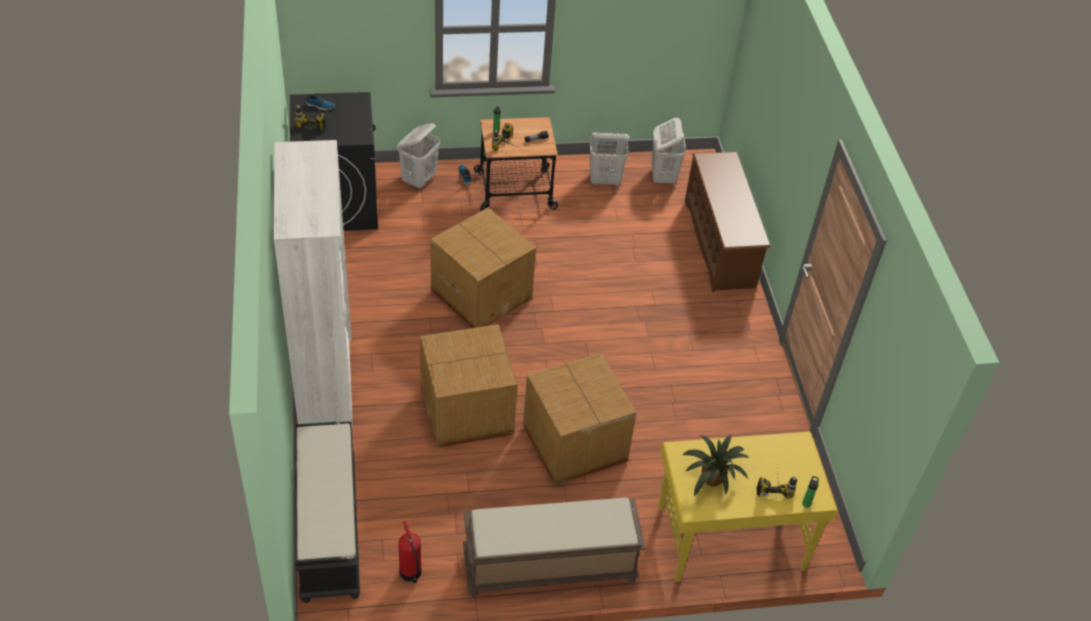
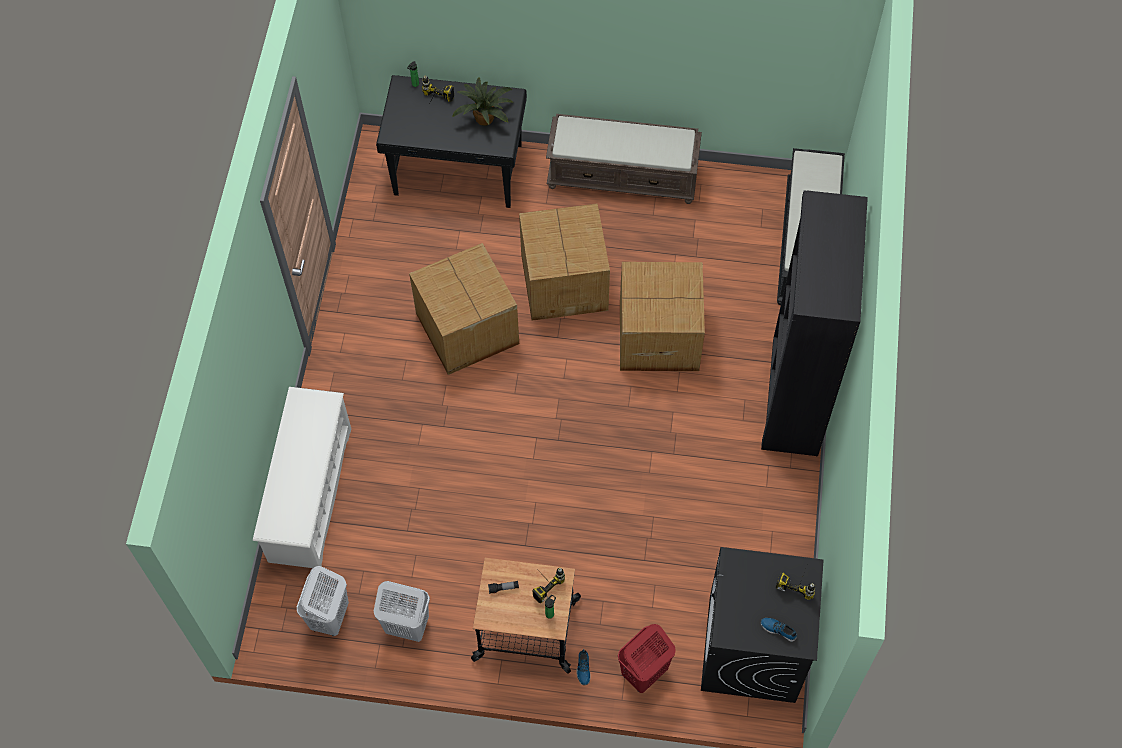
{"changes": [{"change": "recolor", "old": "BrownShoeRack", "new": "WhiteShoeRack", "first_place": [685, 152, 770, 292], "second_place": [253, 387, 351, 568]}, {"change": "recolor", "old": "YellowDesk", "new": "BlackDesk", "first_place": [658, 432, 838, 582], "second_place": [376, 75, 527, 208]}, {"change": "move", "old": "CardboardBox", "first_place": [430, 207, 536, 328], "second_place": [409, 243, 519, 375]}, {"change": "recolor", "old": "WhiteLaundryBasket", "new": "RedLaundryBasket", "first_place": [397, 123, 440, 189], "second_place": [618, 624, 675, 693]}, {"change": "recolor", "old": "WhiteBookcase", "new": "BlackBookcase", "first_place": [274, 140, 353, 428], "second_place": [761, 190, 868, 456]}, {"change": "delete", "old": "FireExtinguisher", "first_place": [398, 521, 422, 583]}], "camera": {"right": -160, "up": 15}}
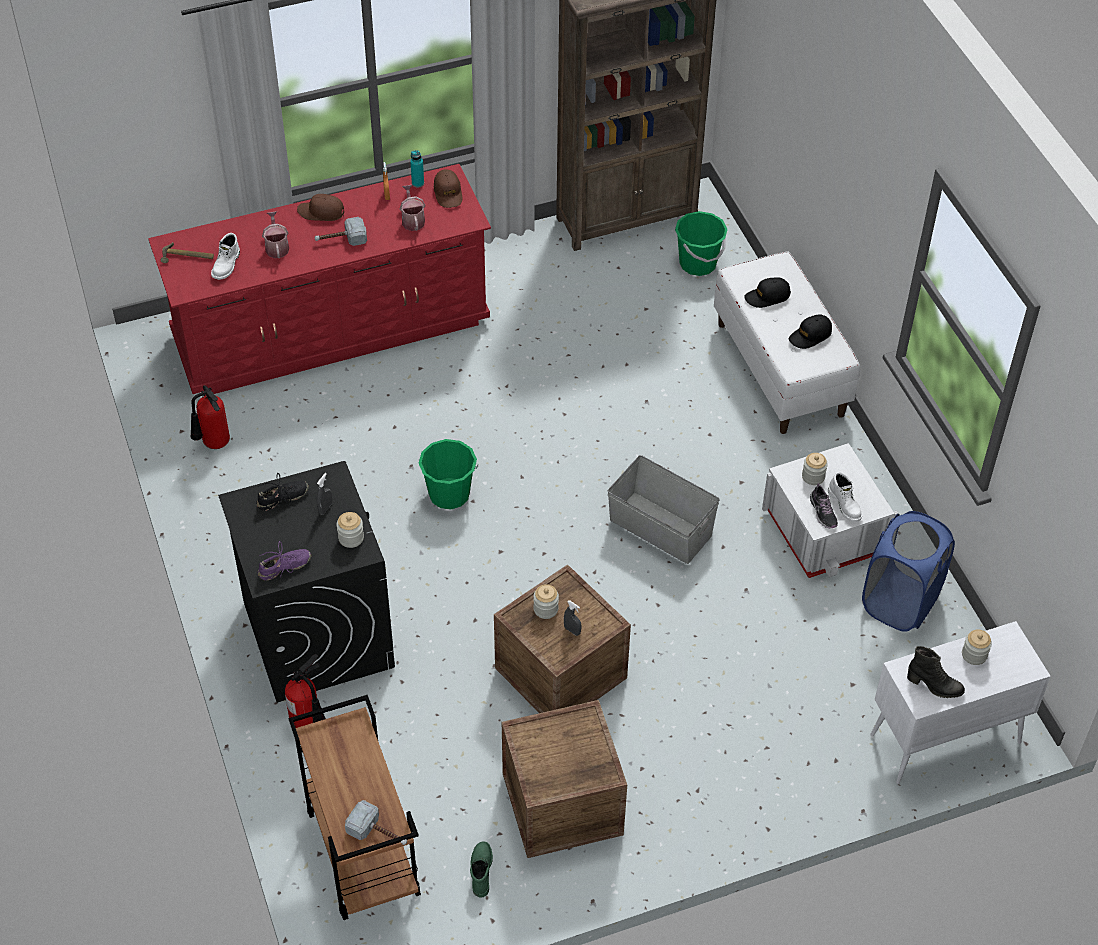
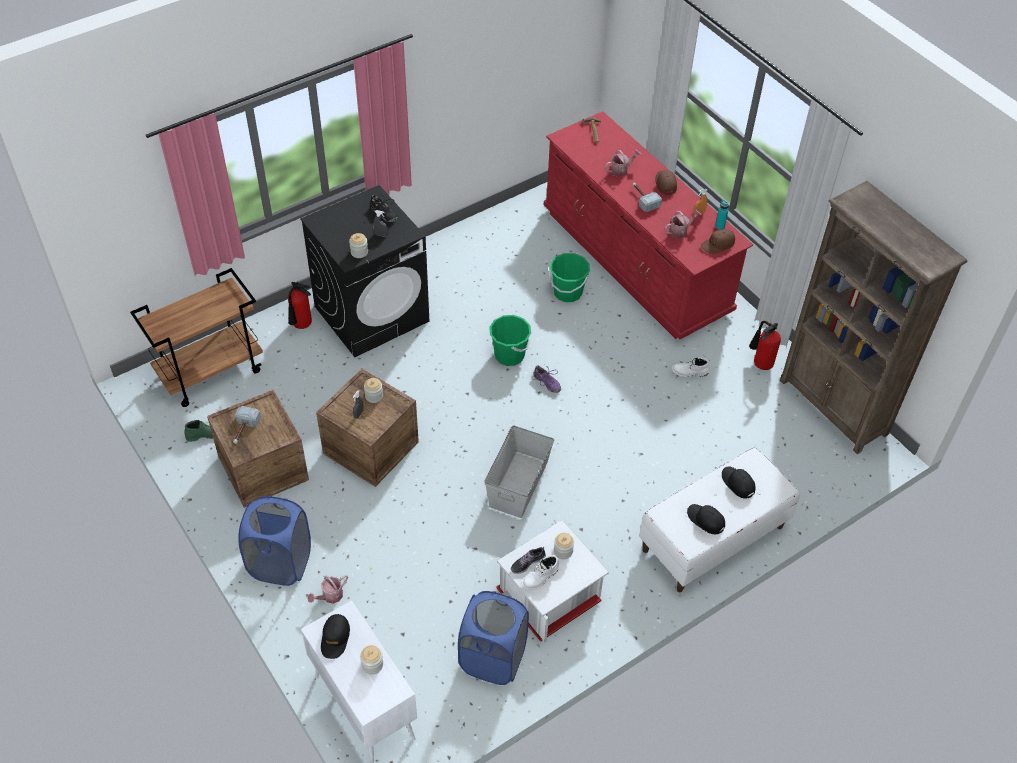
{"changes": [{"change": "move", "old": "Hammer", "first_place": [345, 800, 407, 845], "second_place": [233, 406, 261, 444]}, {"change": "insert", "new": "BlueLaundryBasket", "second_place": [238, 496, 311, 586]}, {"change": "insert", "new": "WateringCan", "second_place": [307, 575, 348, 604]}, {"change": "replace", "old": "BlackBoot", "new": "BlackCap", "first_place": [907, 646, 965, 698], "second_place": [321, 614, 350, 659]}, {"change": "move", "old": "PurpleShoe", "first_place": [258, 541, 311, 581], "second_place": [533, 364, 561, 393]}, {"change": "move", "old": "GreenBucket", "first_place": [675, 211, 728, 276], "second_place": [549, 253, 590, 302]}, {"change": "move", "old": "WhiteBoot", "first_place": [211, 233, 240, 280], "second_place": [672, 357, 709, 377]}, {"change": "move", "old": "FireExtinguisher", "first_place": [190, 385, 230, 449], "second_place": [749, 321, 781, 370]}], "camera": {"right": 75, "up": 0}}
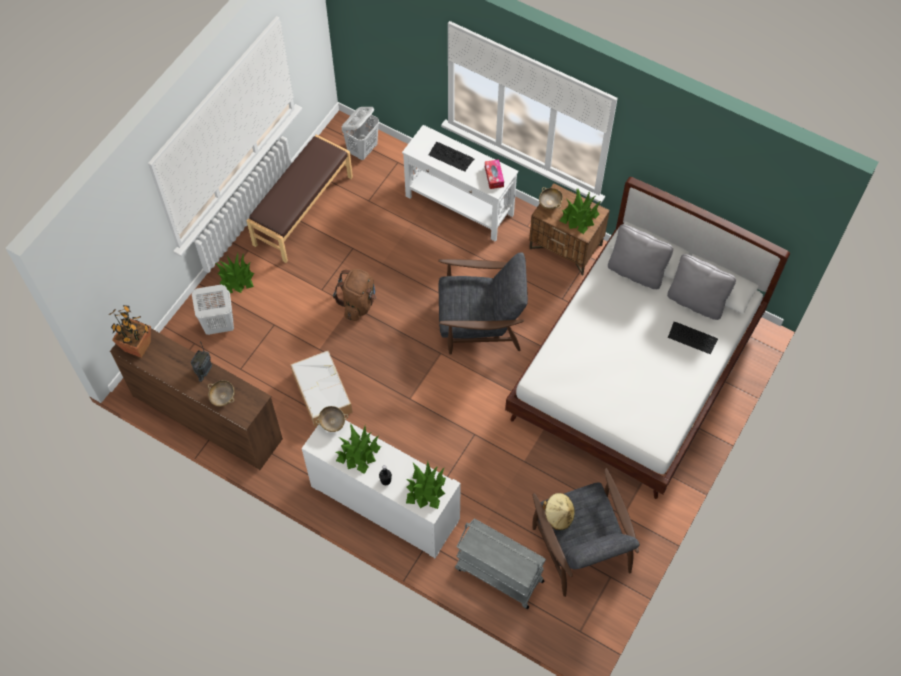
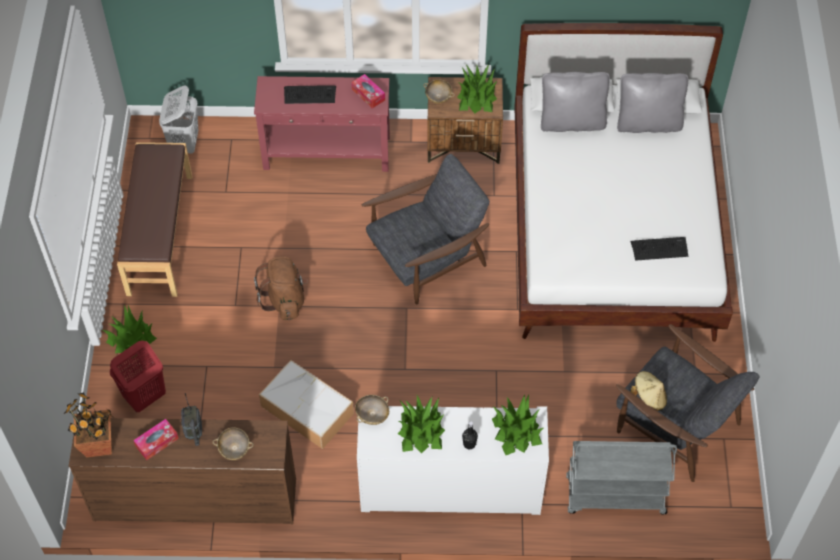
{"changes": [{"change": "recolor", "old": "WhiteLaundryBasket", "new": "RedLaundryBasket", "first_place": [192, 285, 234, 335], "second_place": [110, 341, 166, 413]}, {"change": "insert", "new": "TissueBox", "second_place": [133, 419, 179, 460]}, {"change": "recolor", "old": "WhiteConsoleTable", "new": "RedConsoleTable", "first_place": [402, 125, 518, 242], "second_place": [254, 76, 390, 172]}, {"change": "move", "old": "Keyboard", "first_place": [668, 322, 718, 354], "second_place": [631, 237, 688, 261]}], "camera": {"right": -30, "up": -5}}
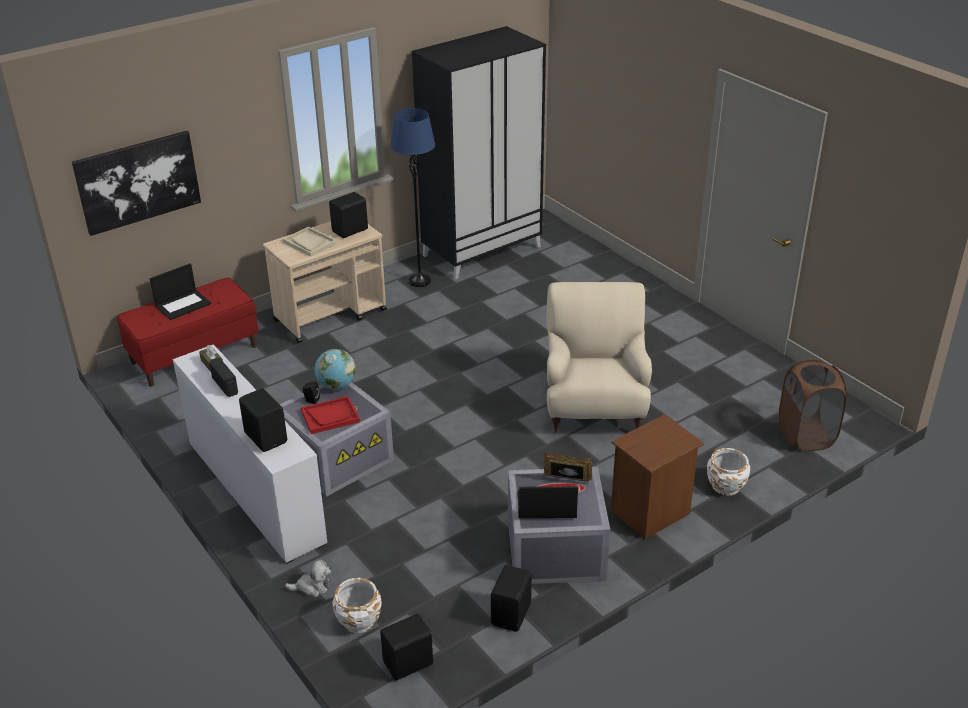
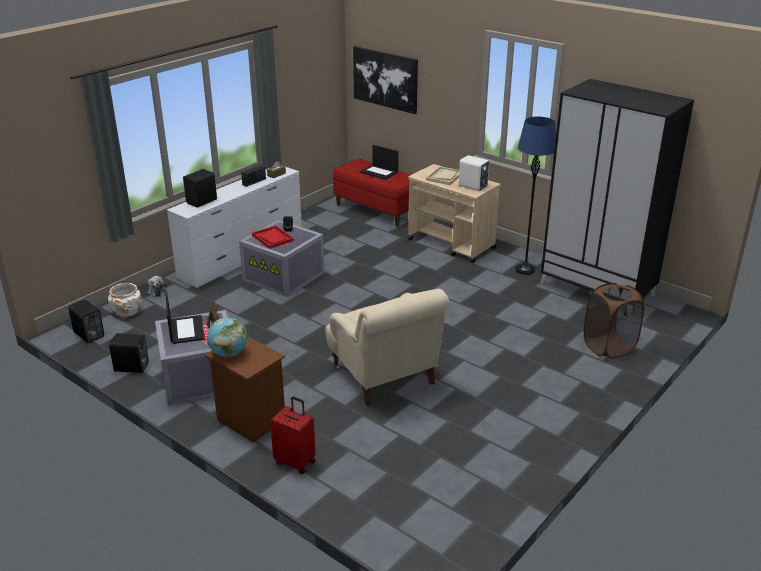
{"changes": [{"change": "move", "old": "Globe", "first_place": [315, 349, 356, 390], "second_place": [207, 317, 248, 357]}, {"change": "replace", "old": "WhitePlanter", "new": "RedSuitcase", "first_place": [707, 448, 750, 496], "second_place": [270, 397, 316, 475]}, {"change": "rotate", "old": "BeigeArmchair", "first_place": [546, 282, 652, 433], "second_place": [325, 289, 450, 406], "degrees": 75}, {"change": "recolor", "old": "BlackSpeaker", "new": "WhiteSpeaker", "first_place": [329, 192, 368, 238], "second_place": [459, 155, 489, 191]}, {"change": "move", "old": "BrownLaundryBasket", "first_place": [779, 360, 847, 451], "second_place": [584, 283, 644, 359]}], "camera": {"right": 75, "up": -5}}
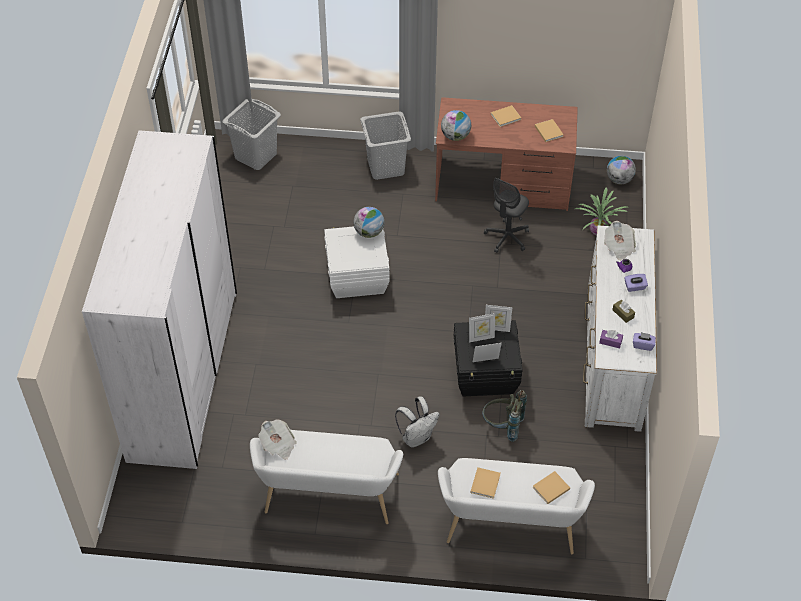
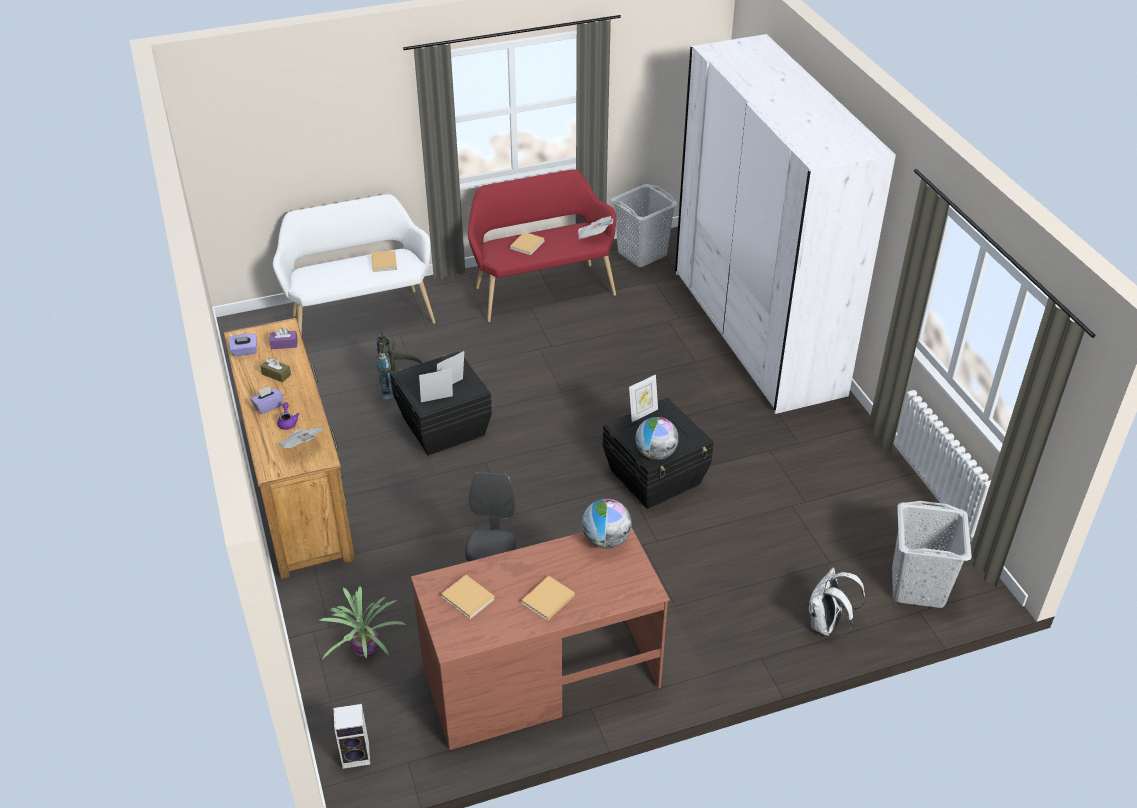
{"changes": [{"change": "recolor", "old": "WhiteDresser", "new": "BrownDresser", "first_place": [583, 225, 657, 432], "second_place": [223, 318, 355, 579]}, {"change": "replace", "old": "Globe", "new": "Speaker", "first_place": [607, 156, 636, 184], "second_place": [334, 704, 371, 769]}, {"change": "recolor", "old": "WhiteBench", "new": "RedBench", "first_place": [250, 430, 403, 524], "second_place": [468, 170, 616, 322]}, {"change": "move", "old": "BeigeBook", "first_place": [532, 471, 570, 504], "second_place": [510, 232, 545, 255]}, {"change": "recolor", "old": "WhiteStorageBox", "new": "BlackStorageBox", "first_place": [324, 226, 390, 298], "second_place": [603, 398, 714, 509]}, {"change": "move", "old": "GreyLaundryBasket", "first_place": [360, 111, 411, 180], "second_place": [611, 184, 679, 267]}, {"change": "move", "old": "PictureFrame", "first_place": [473, 343, 502, 362], "second_place": [629, 375, 658, 422]}, {"change": "move", "old": "WhiteBackpack", "first_place": [395, 396, 439, 448], "second_place": [809, 567, 865, 636]}], "camera": {"right": 155, "up": -10}}
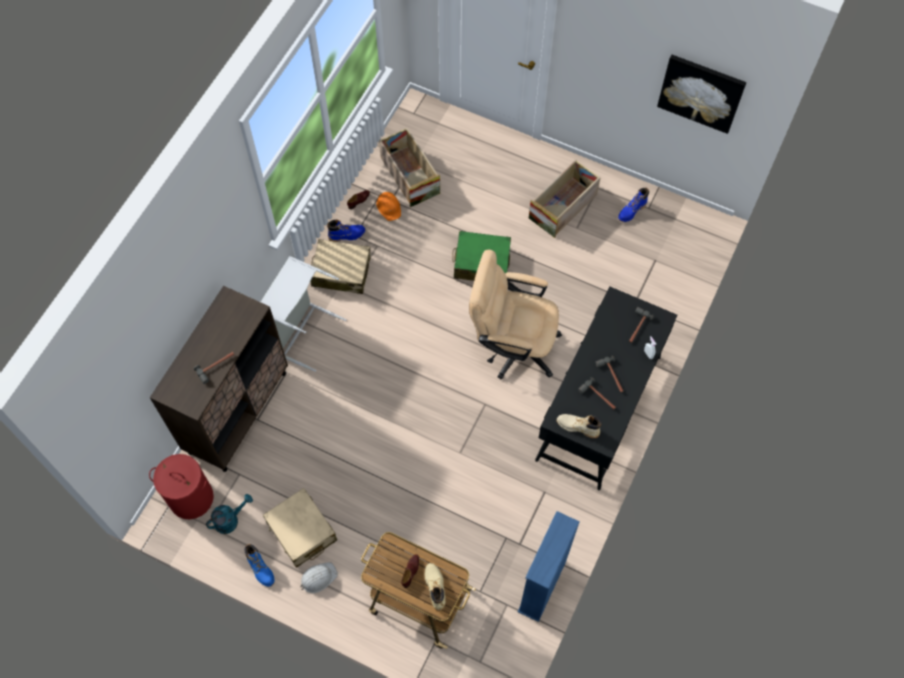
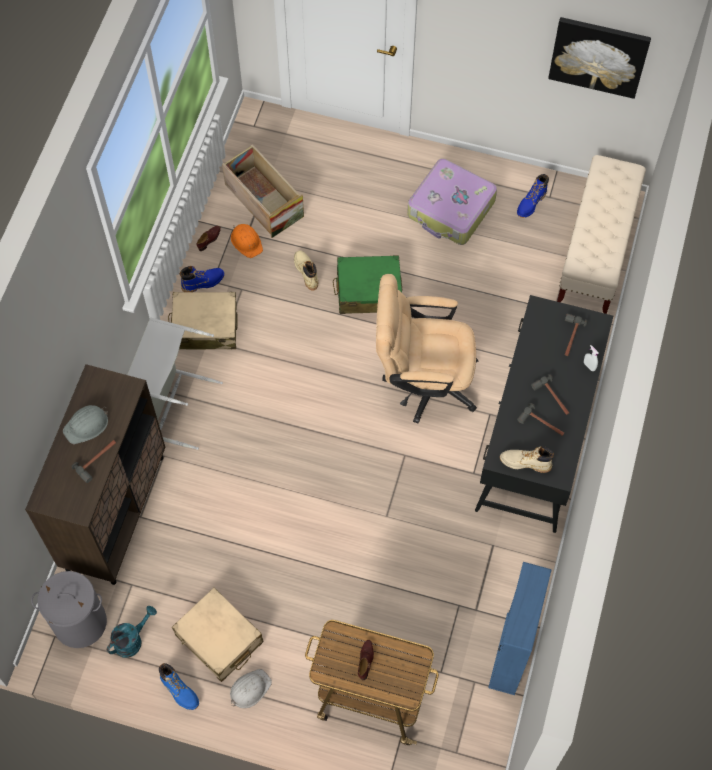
{"changes": [{"change": "recolor", "old": "RedLaundryBasket", "new": "GreyLaundryBasket", "first_place": [149, 454, 214, 519], "second_place": [31, 571, 107, 648]}, {"change": "insert", "new": "GreyHardHat", "second_place": [63, 405, 108, 444]}, {"change": "move", "old": "BeigeBoot", "first_place": [425, 563, 446, 611], "second_place": [294, 251, 318, 291]}, {"change": "replace", "old": "Crate", "new": "Suitcase", "first_place": [529, 159, 601, 238], "second_place": [407, 158, 497, 245]}, {"change": "insert", "new": "BeigeBench", "second_place": [557, 155, 646, 314]}], "camera": {"right": -10, "up": 0}}
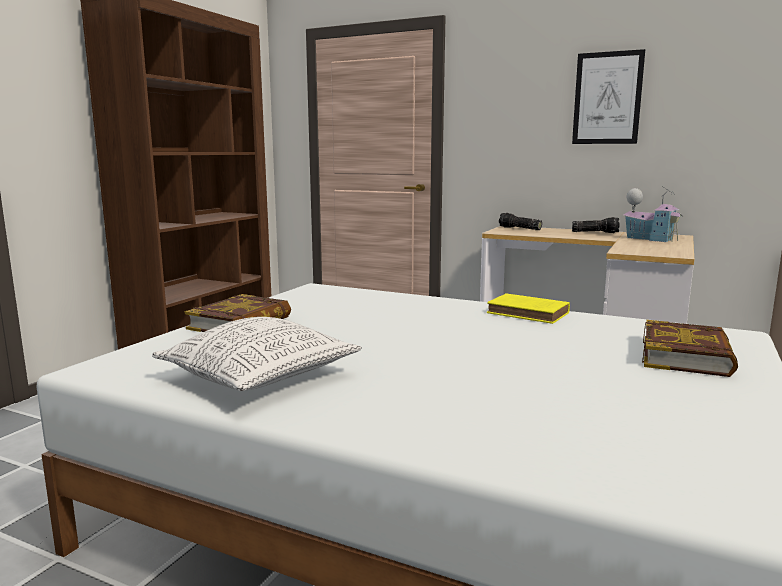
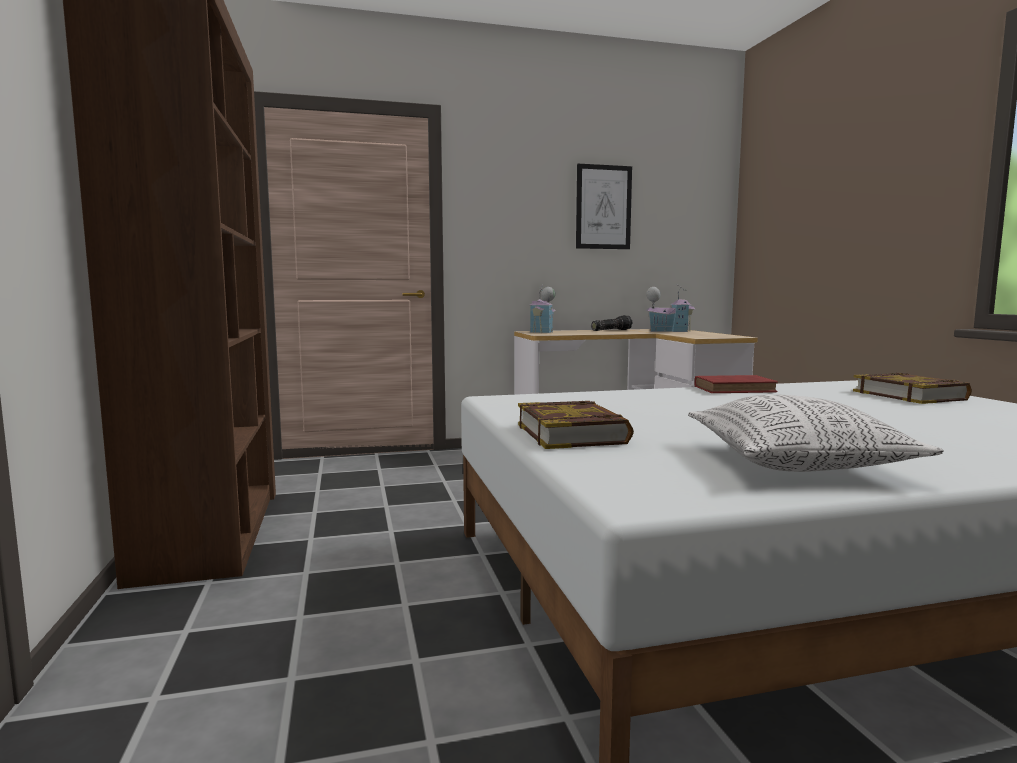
{"changes": [{"change": "replace", "old": "Flashlight", "new": "ToyHouse", "first_place": [499, 213, 542, 230], "second_place": [529, 284, 556, 333]}, {"change": "recolor", "old": "YellowBook", "new": "RedBook", "first_place": [487, 293, 570, 324], "second_place": [694, 375, 778, 393]}], "camera": {"right": -40, "up": -5}}
